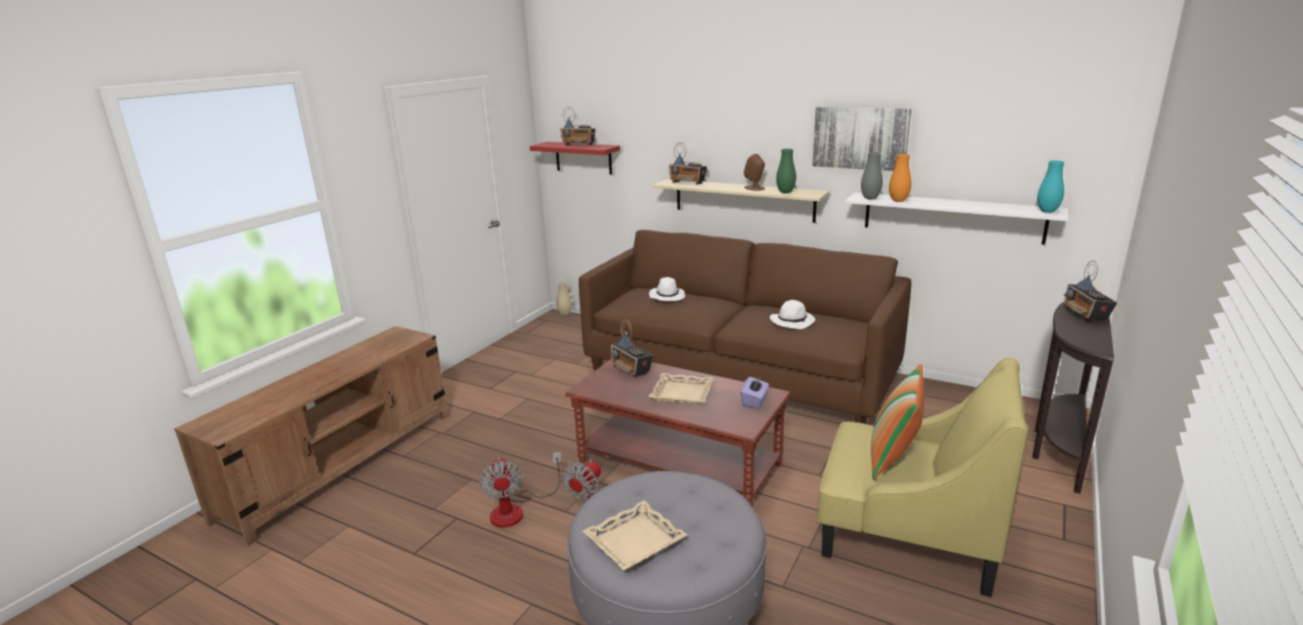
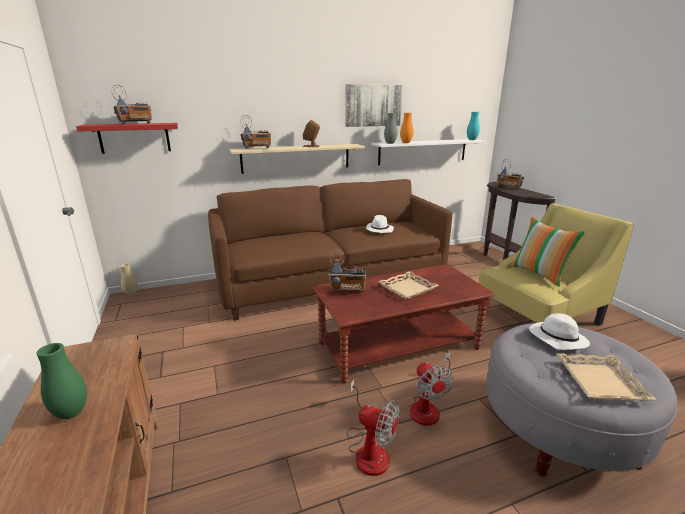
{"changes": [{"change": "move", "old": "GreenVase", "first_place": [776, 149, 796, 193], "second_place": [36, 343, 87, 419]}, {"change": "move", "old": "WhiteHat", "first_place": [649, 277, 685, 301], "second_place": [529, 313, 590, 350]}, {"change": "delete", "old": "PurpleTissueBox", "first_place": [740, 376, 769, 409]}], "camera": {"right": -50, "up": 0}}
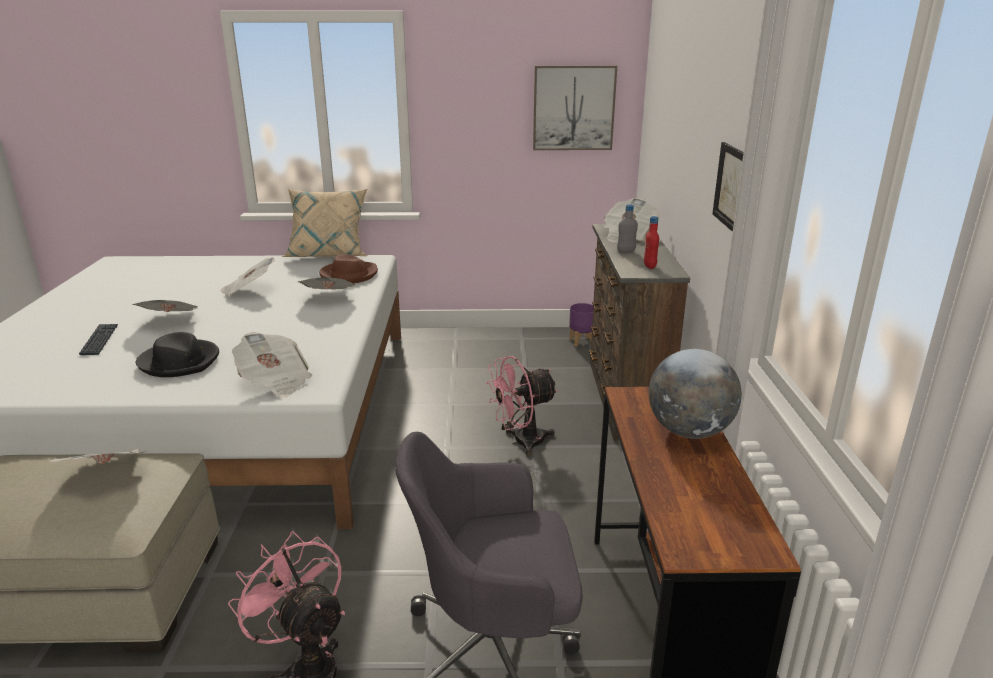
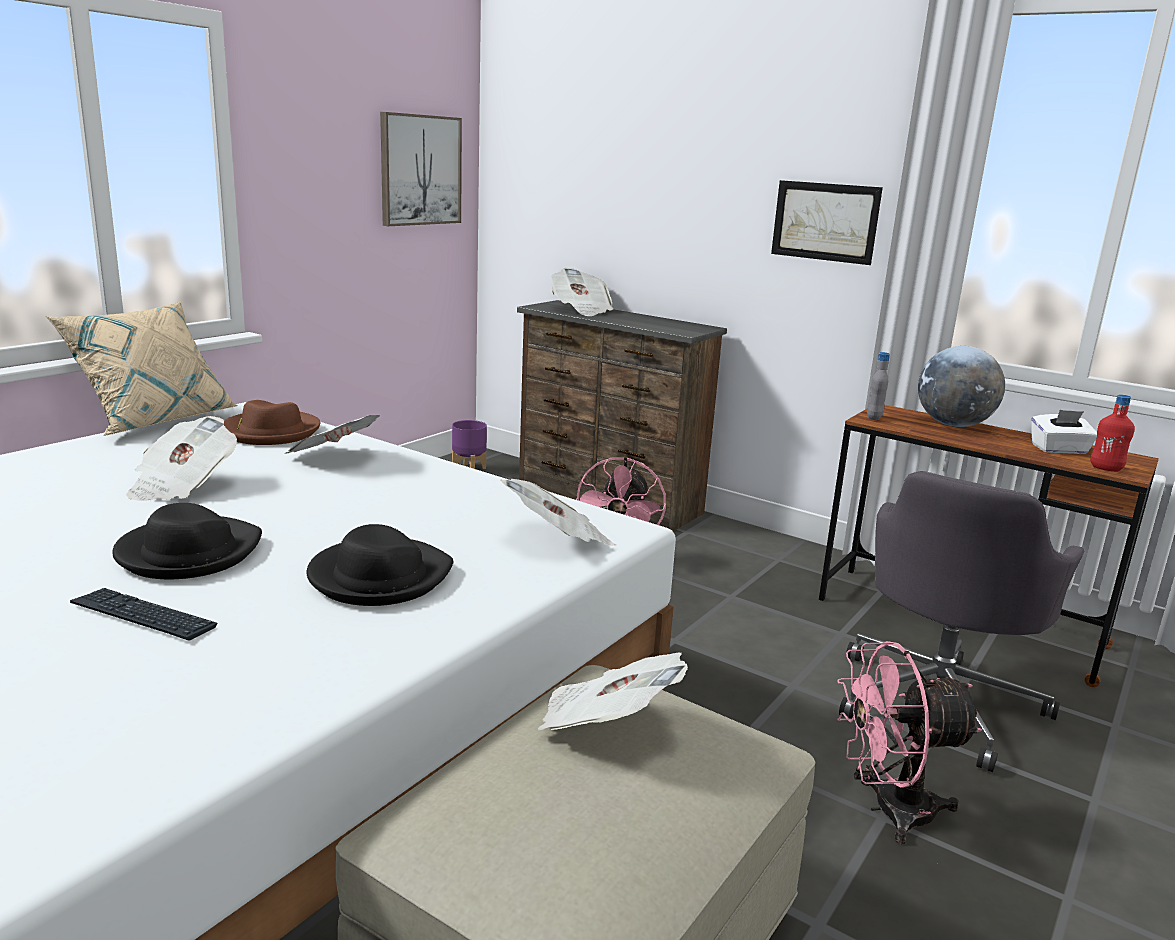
{"changes": [{"change": "replace", "old": "Newspaper", "new": "BlackHat", "first_place": [131, 300, 199, 312], "second_place": [112, 503, 262, 579]}, {"change": "move", "old": "GreyBottle", "first_place": [617, 204, 638, 253], "second_place": [867, 352, 890, 420]}, {"change": "insert", "new": "WhiteTissueBox", "second_place": [1031, 410, 1097, 454]}, {"change": "move", "old": "RedBottle", "first_place": [644, 216, 659, 269], "second_place": [1090, 395, 1135, 472]}], "camera": {"right": -55, "up": -5}}
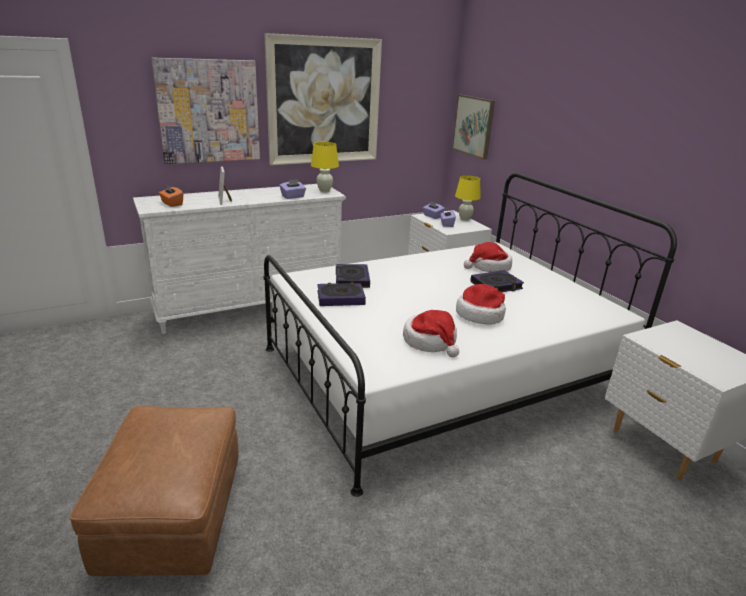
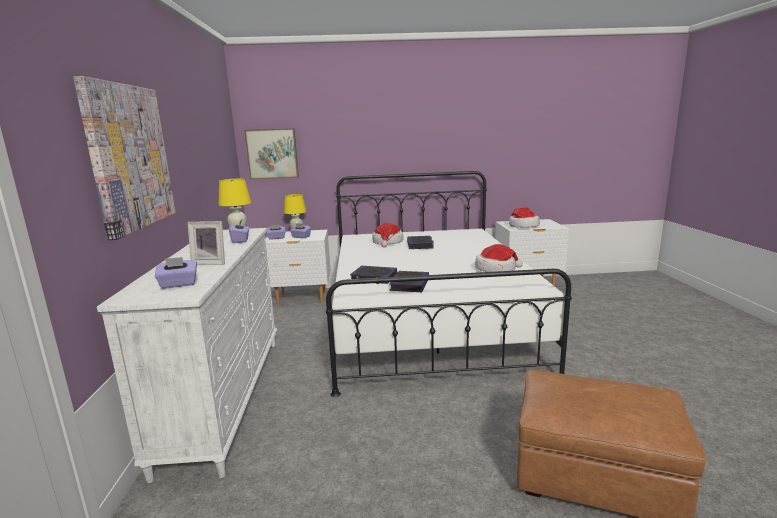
{"changes": [{"change": "recolor", "old": "OrangeTissueBox", "new": "PurpleTissueBox", "first_place": [159, 185, 183, 207], "second_place": [155, 257, 197, 289]}, {"change": "move", "old": "Hat", "first_place": [456, 284, 506, 325], "second_place": [509, 207, 540, 228]}, {"change": "delete", "old": "Picture", "first_place": [264, 33, 382, 165]}], "camera": {"right": -65, "up": -10}}
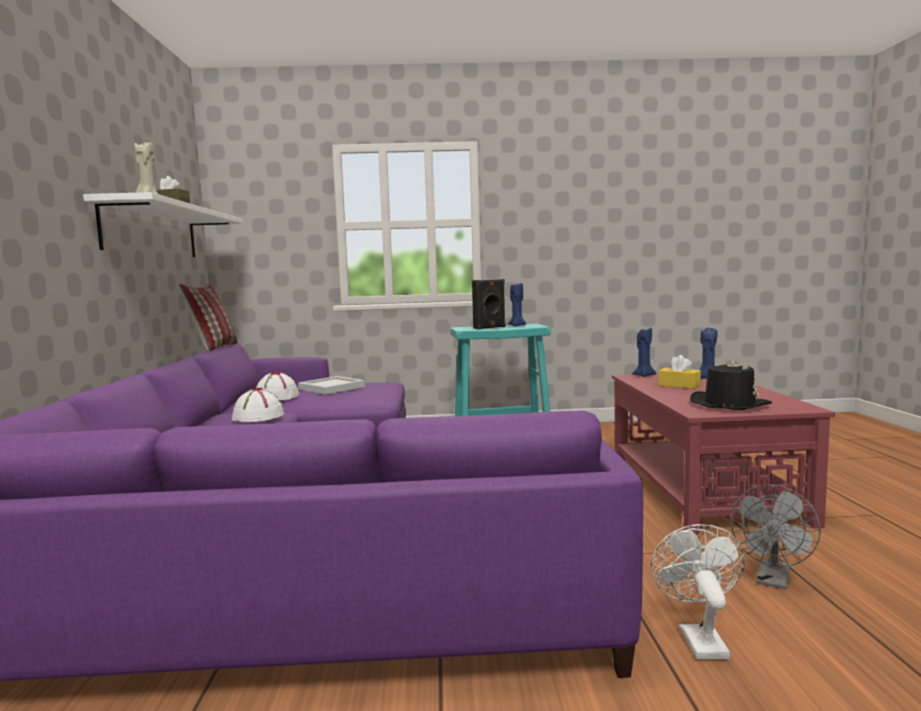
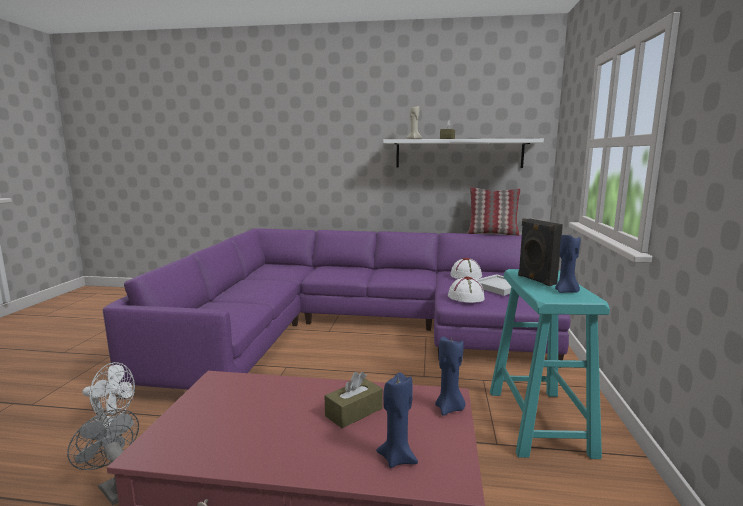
{"changes": [{"change": "recolor", "old": "YellowTissueBox", "new": "BrownTissueBox", "first_place": [658, 355, 701, 389], "second_place": [325, 372, 383, 428]}, {"change": "move", "old": "WhiteHat", "first_place": [232, 388, 284, 422], "second_place": [448, 277, 485, 303]}, {"change": "delete", "old": "BlackHat", "first_place": [690, 359, 772, 410]}], "camera": {"right": 100, "up": 5}}
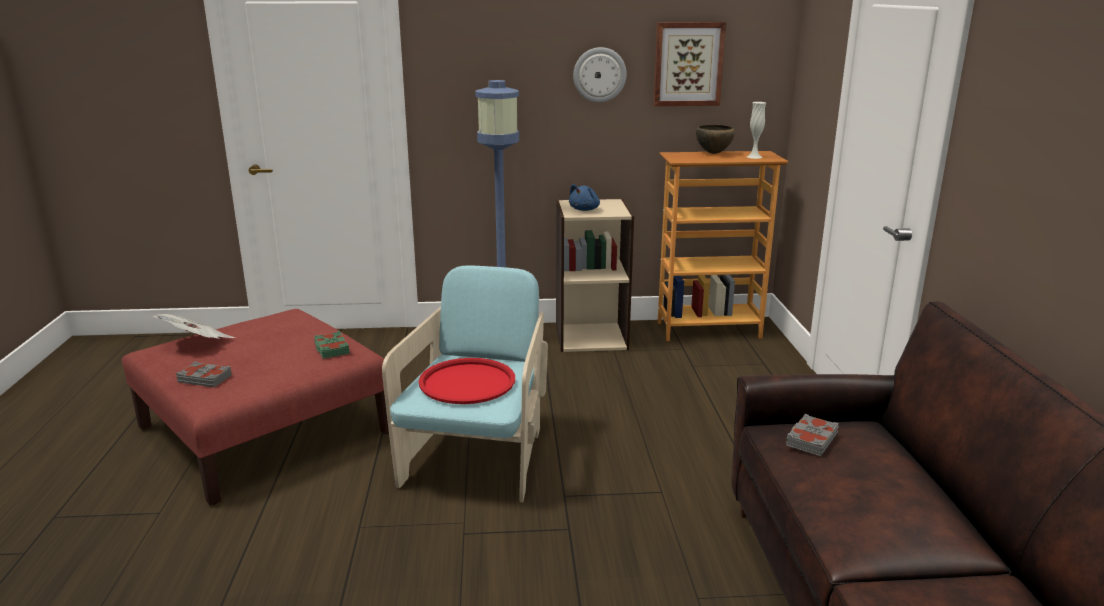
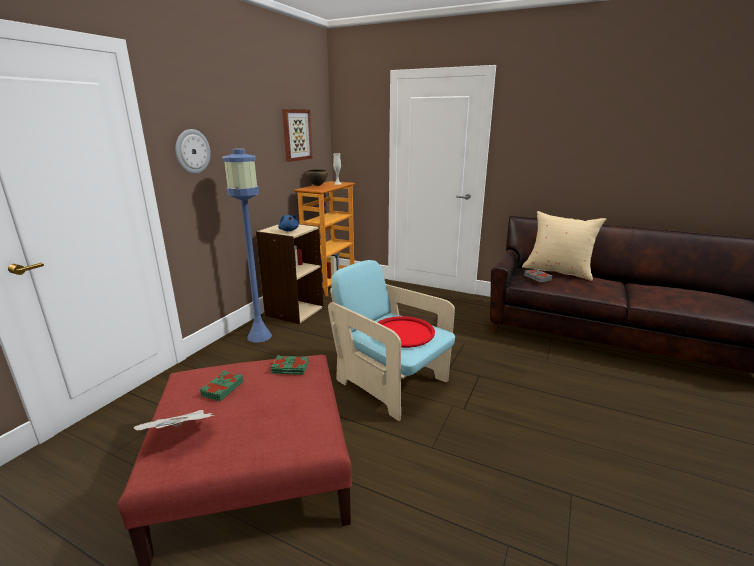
{"changes": [{"change": "move", "old": "WallClock", "first_place": [573, 47, 627, 103], "second_place": [175, 129, 211, 174]}, {"change": "insert", "new": "GreenBook", "second_place": [200, 371, 243, 401]}, {"change": "insert", "new": "BeigePillow", "second_place": [522, 211, 606, 281]}, {"change": "delete", "old": "GreyBook", "first_place": [176, 361, 232, 387]}], "camera": {"right": -60, "up": 0}}
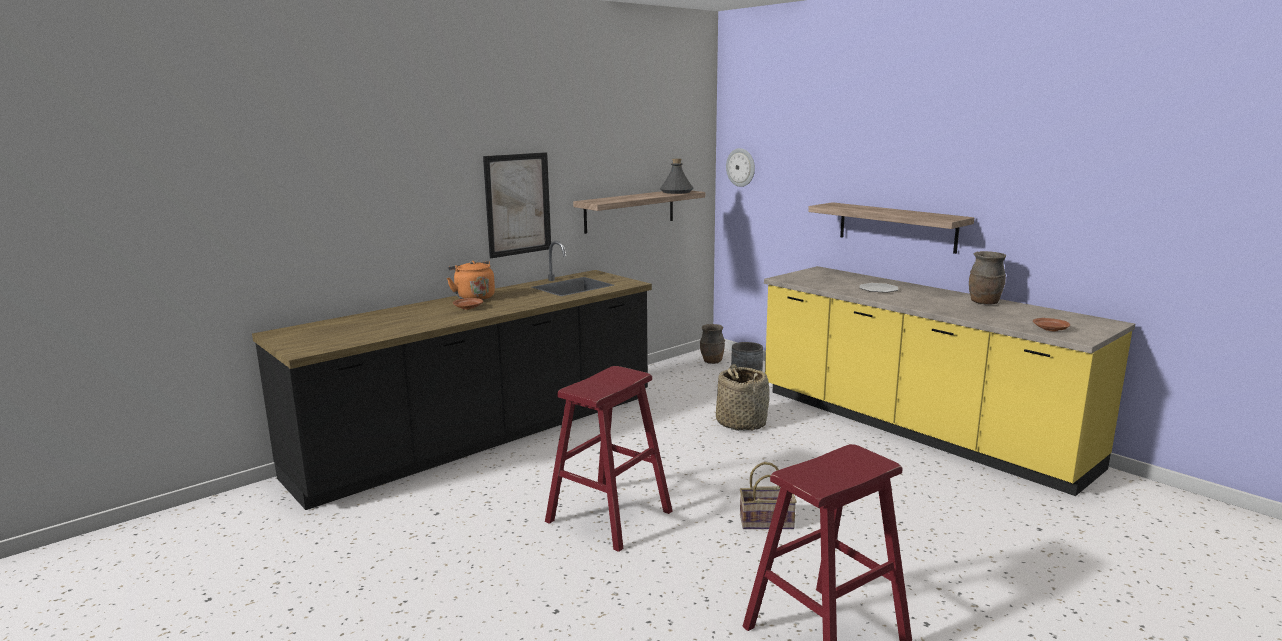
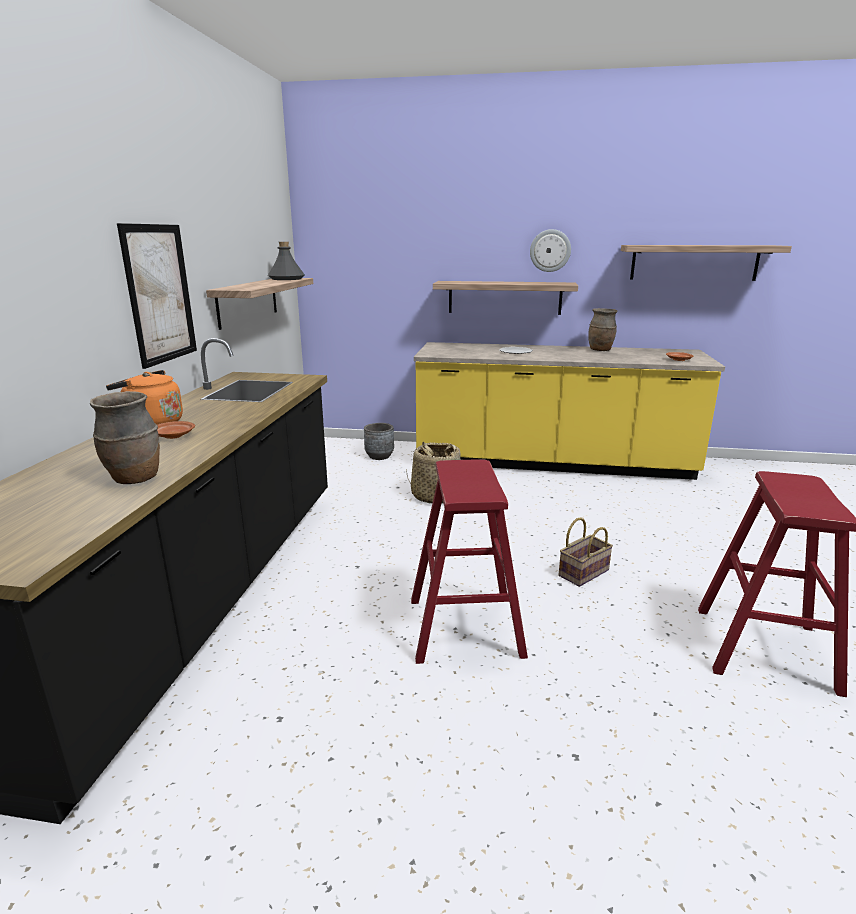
{"changes": [{"change": "move", "old": "BrownVase", "first_place": [700, 324, 725, 364], "second_place": [90, 391, 160, 484]}, {"change": "move", "old": "WallClock", "first_place": [726, 148, 755, 187], "second_place": [530, 229, 571, 272]}, {"change": "insert", "new": "Shelf", "second_place": [621, 245, 792, 281]}], "camera": {"right": -40, "up": 5}}
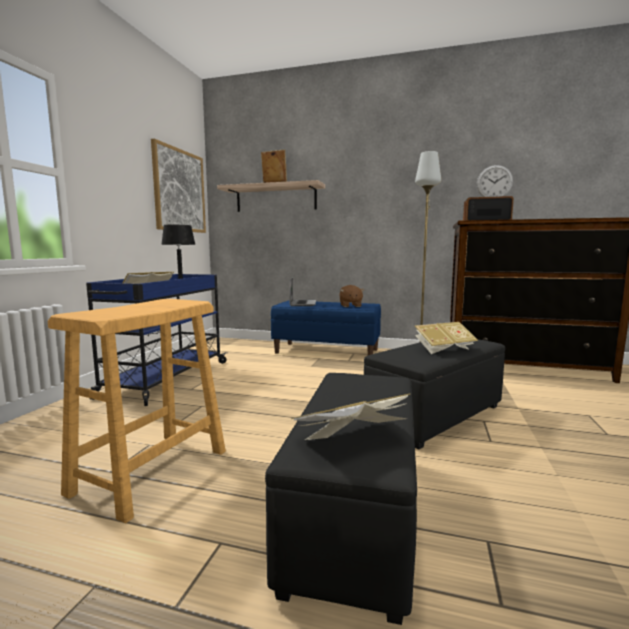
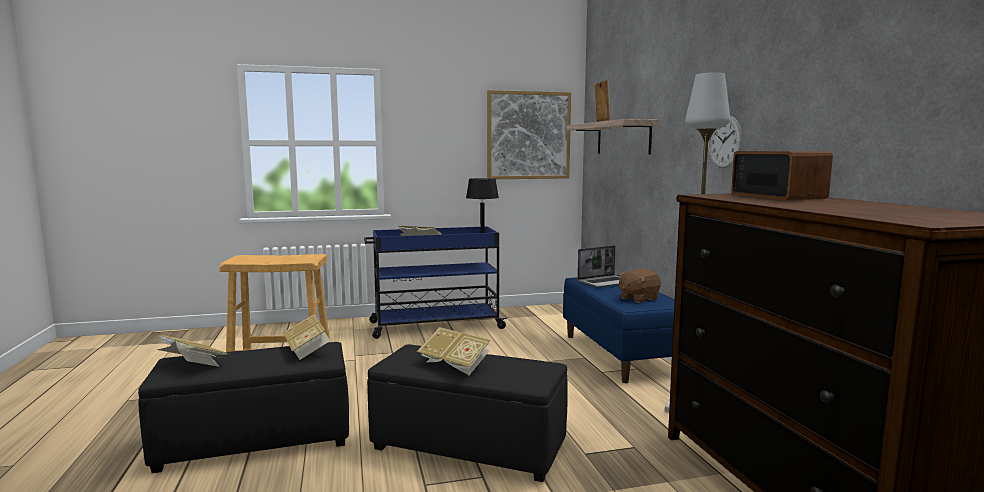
{"changes": [{"change": "insert", "new": "Book", "second_place": [283, 314, 330, 360]}, {"change": "move", "old": "WallClock", "first_place": [477, 165, 513, 197], "second_place": [708, 116, 742, 168]}], "camera": {"right": 60, "up": 0}}
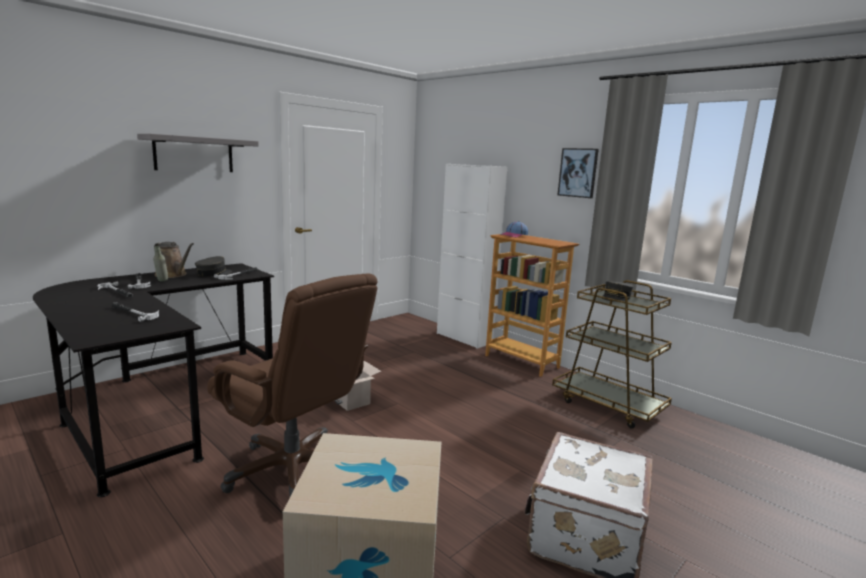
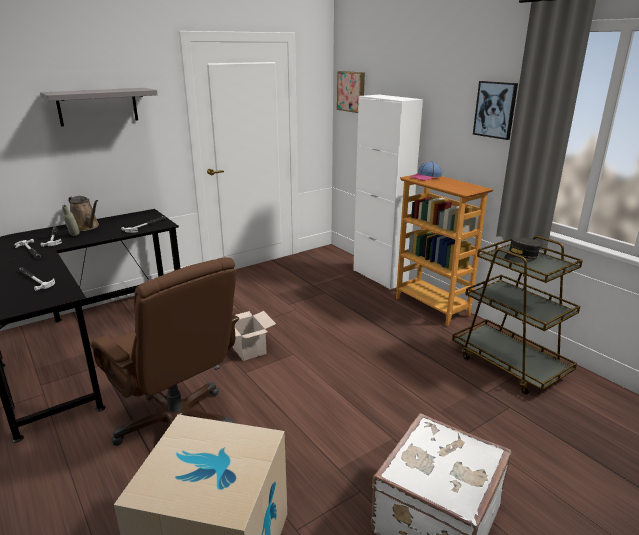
{"changes": [{"change": "insert", "new": "Picture", "second_place": [337, 71, 365, 113]}, {"change": "delete", "old": "GreyCap", "first_place": [195, 256, 232, 276]}], "camera": {"right": 10, "up": 10}}
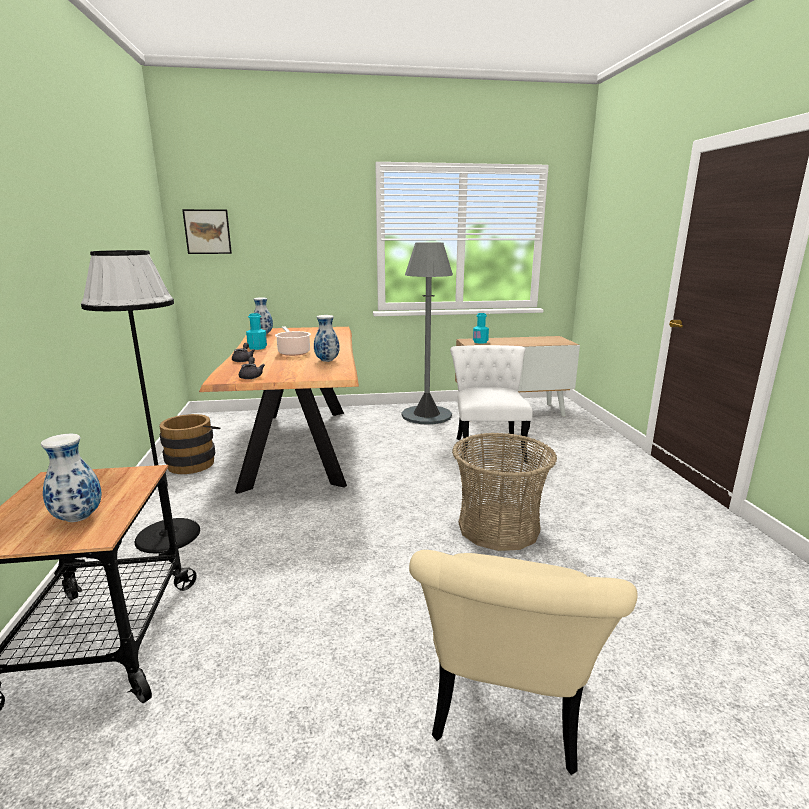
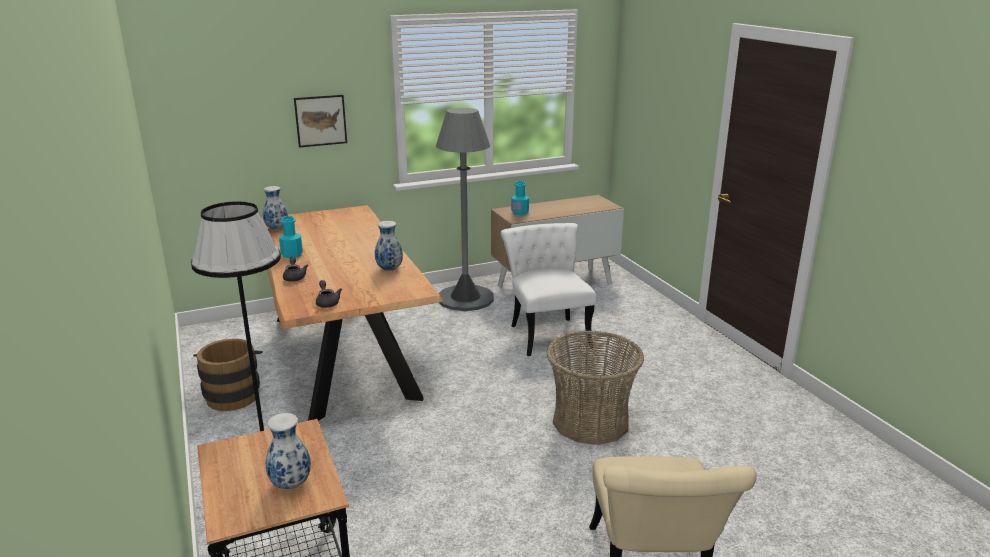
{"changes": [{"change": "move", "old": "Picture", "first_place": [182, 209, 232, 254], "second_place": [294, 95, 347, 148]}, {"change": "delete", "old": "CookingPot", "first_place": [275, 326, 311, 356]}], "camera": {"right": -15, "up": 5}}
